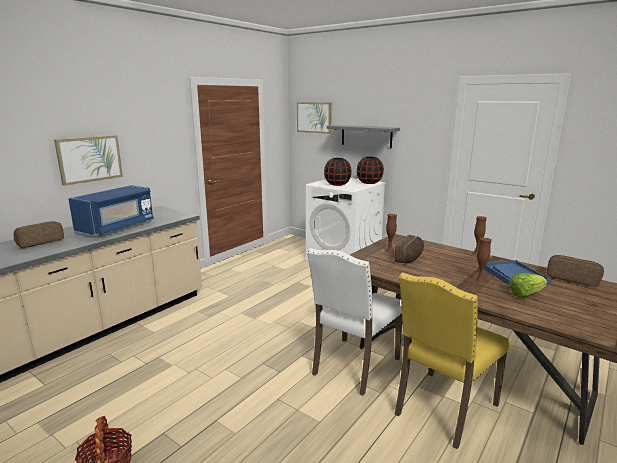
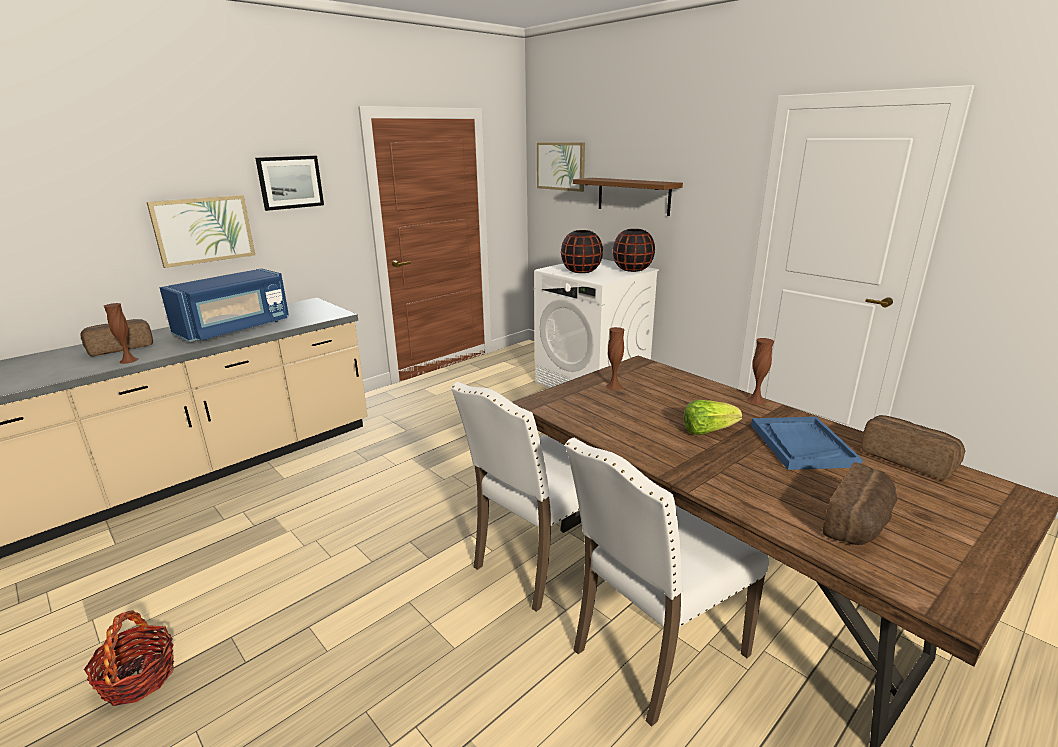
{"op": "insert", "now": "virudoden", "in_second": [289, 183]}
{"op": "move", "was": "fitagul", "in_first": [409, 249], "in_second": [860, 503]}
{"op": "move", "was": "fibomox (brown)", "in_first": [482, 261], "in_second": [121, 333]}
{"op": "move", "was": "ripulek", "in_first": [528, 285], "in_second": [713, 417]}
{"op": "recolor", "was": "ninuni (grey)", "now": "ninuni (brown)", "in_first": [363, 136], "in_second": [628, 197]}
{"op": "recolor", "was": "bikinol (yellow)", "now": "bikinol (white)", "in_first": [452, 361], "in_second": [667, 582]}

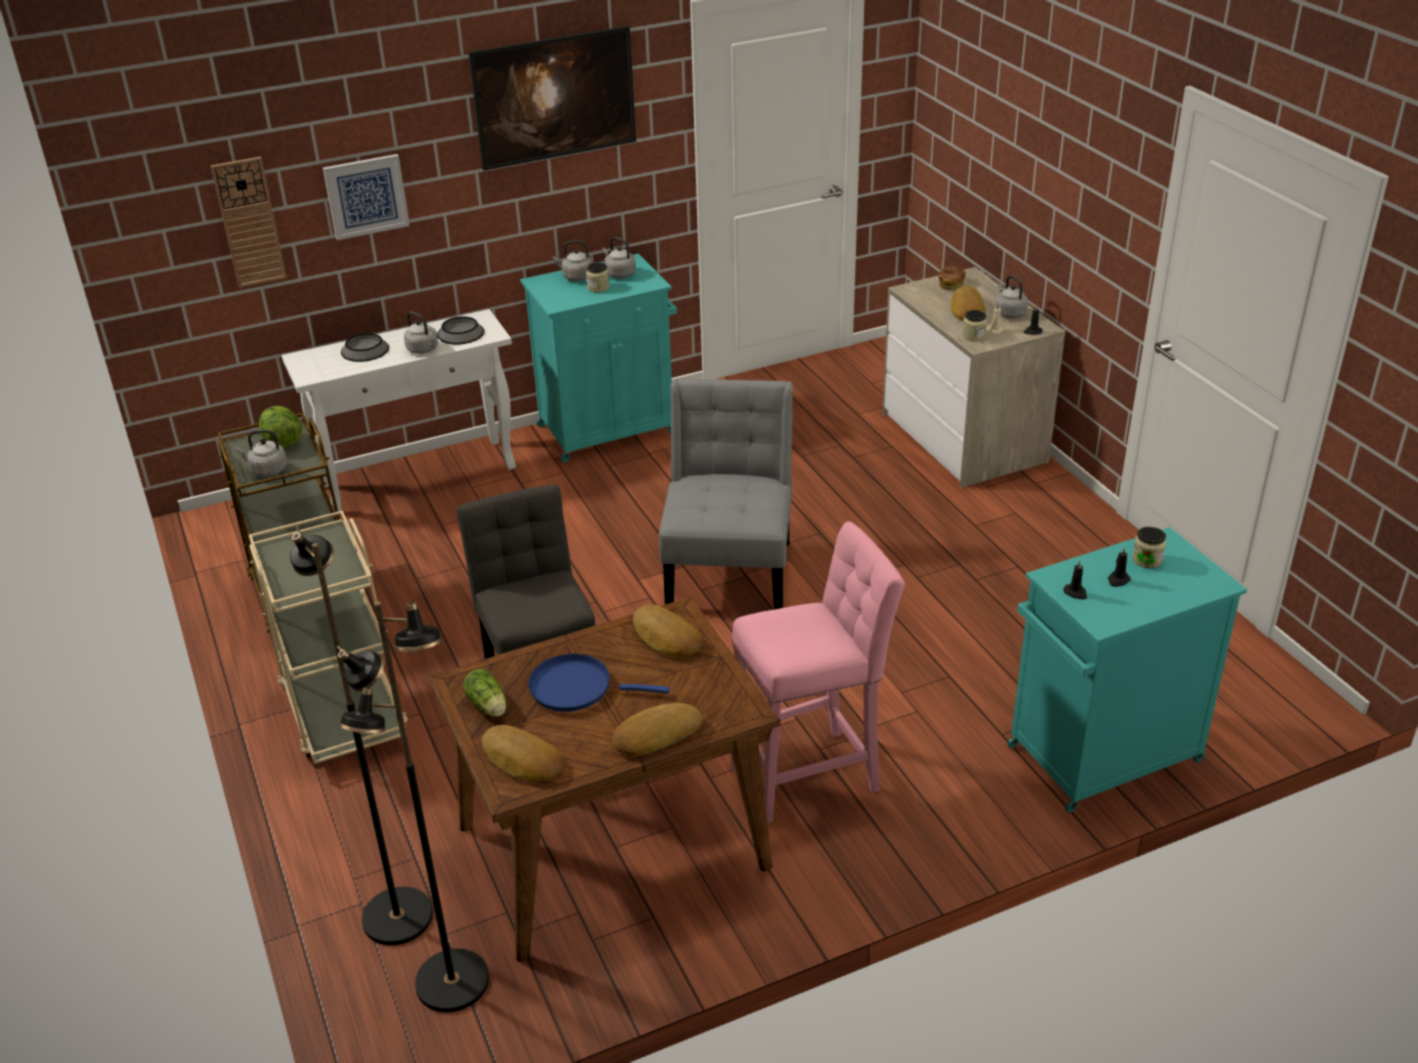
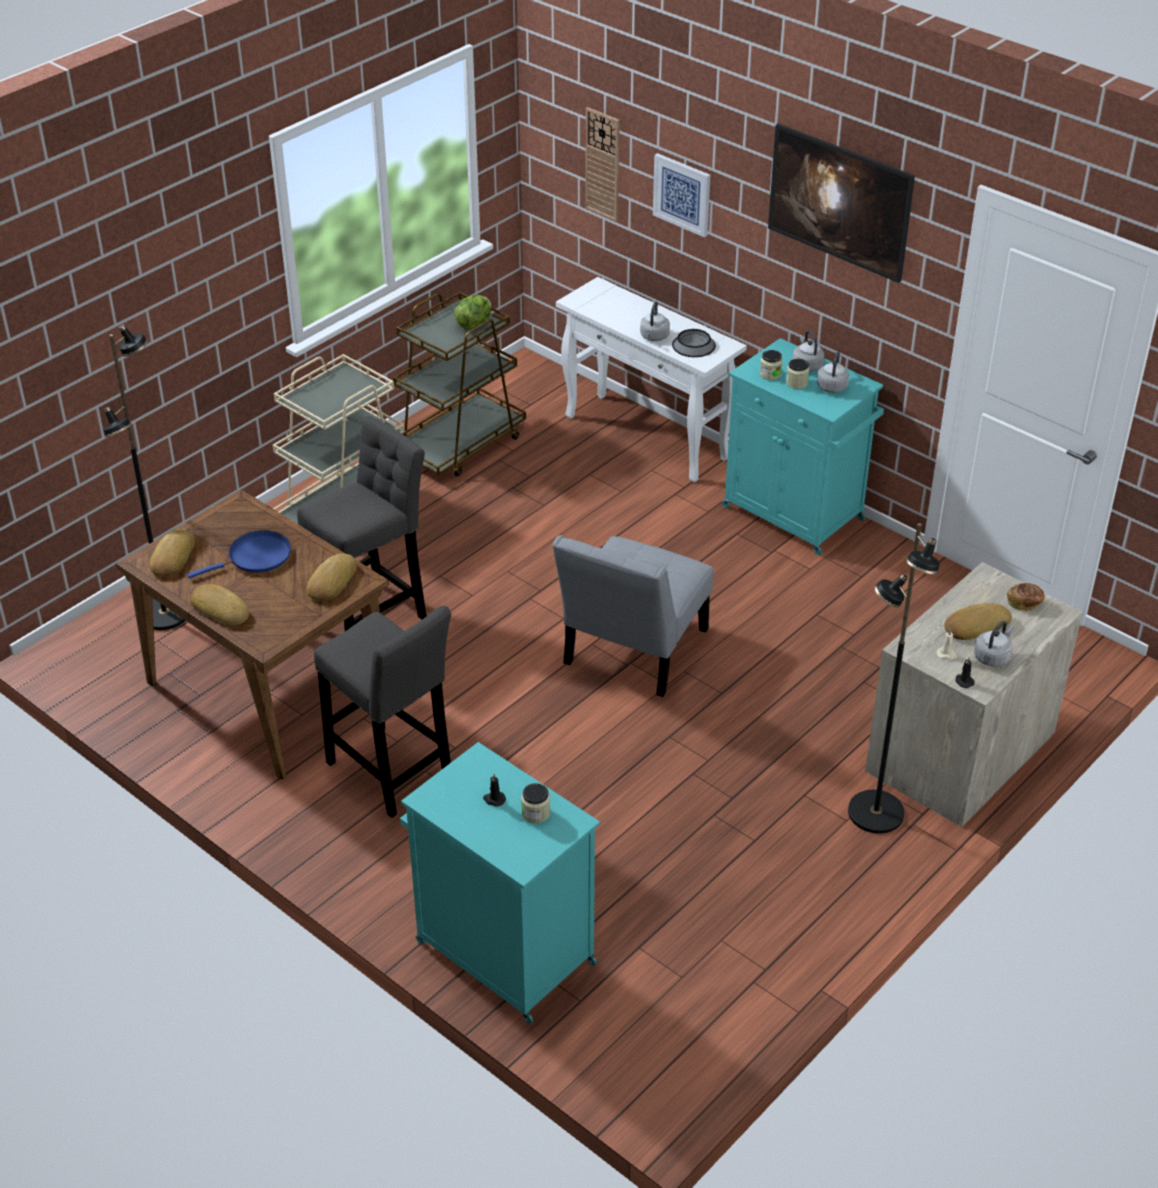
{"op": "delete", "was": "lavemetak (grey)", "in_first": [261, 453]}
{"op": "delete", "was": "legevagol", "in_first": [365, 347]}
{"op": "delete", "was": "ripulek", "in_first": [484, 693]}
{"op": "delete", "was": "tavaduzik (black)", "in_first": [1075, 579]}
{"op": "move", "was": "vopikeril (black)", "in_first": [414, 806], "in_second": [894, 678]}
{"op": "move", "was": "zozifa", "in_first": [974, 326], "in_second": [771, 365]}
{"op": "recolor", "was": "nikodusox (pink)", "now": "nikodusox (grey)", "in_first": [818, 672], "in_second": [382, 712]}
{"op": "rotate", "was": "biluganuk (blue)", "in_first": [599, 683], "in_second": [239, 554], "clockwise": 75}
{"op": "rotate", "was": "bikinol (grey)", "in_first": [726, 493], "in_second": [632, 616], "clockwise": 135}

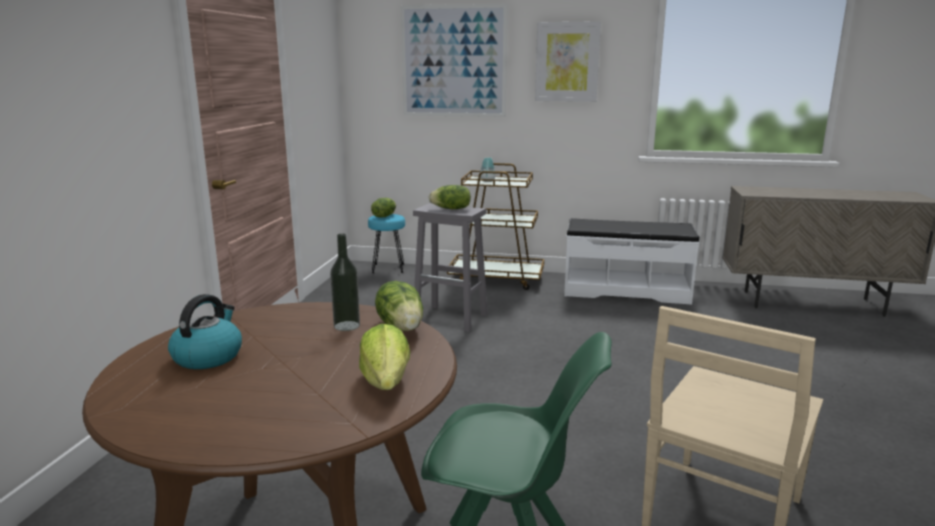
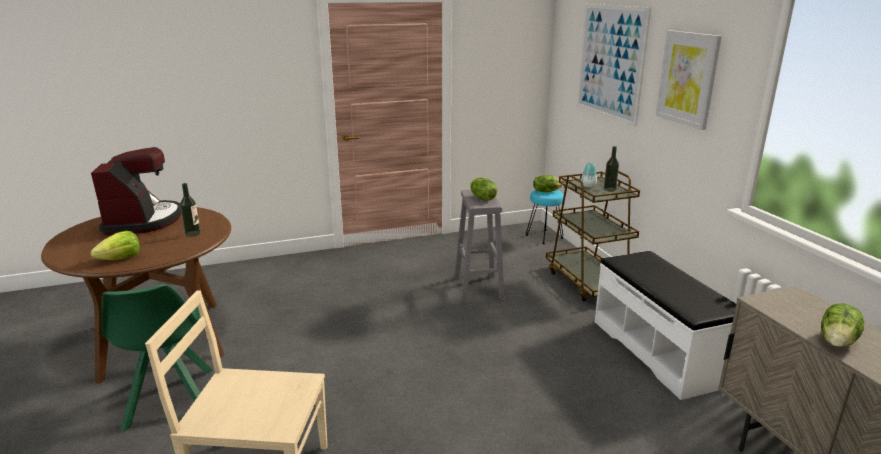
{"op": "insert", "now": "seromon", "in_second": [611, 169]}
{"op": "move", "was": "ripulek", "in_first": [399, 306], "in_second": [842, 325]}
{"op": "replace", "was": "lavemetak", "now": "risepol", "in_first": [205, 331], "in_second": [136, 191]}

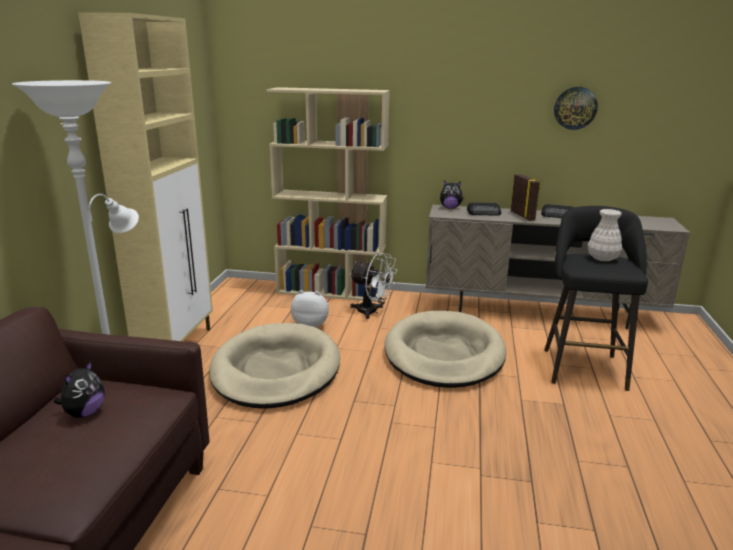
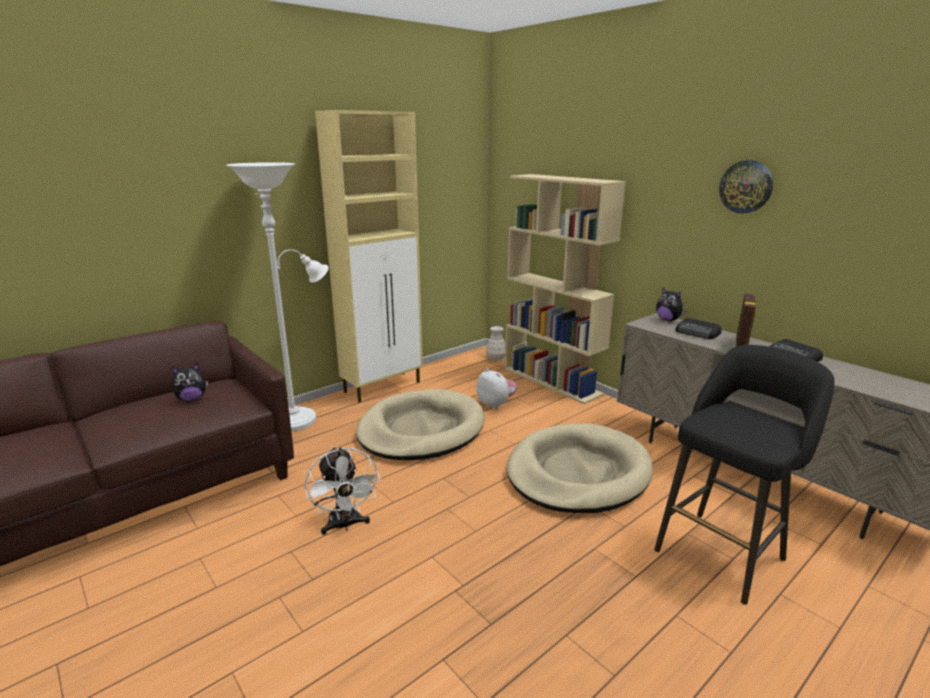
{"op": "move", "was": "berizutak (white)", "in_first": [373, 286], "in_second": [342, 491]}
{"op": "move", "was": "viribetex", "in_first": [576, 108], "in_second": [746, 187]}
{"op": "move", "was": "fibomox (white)", "in_first": [605, 235], "in_second": [495, 343]}

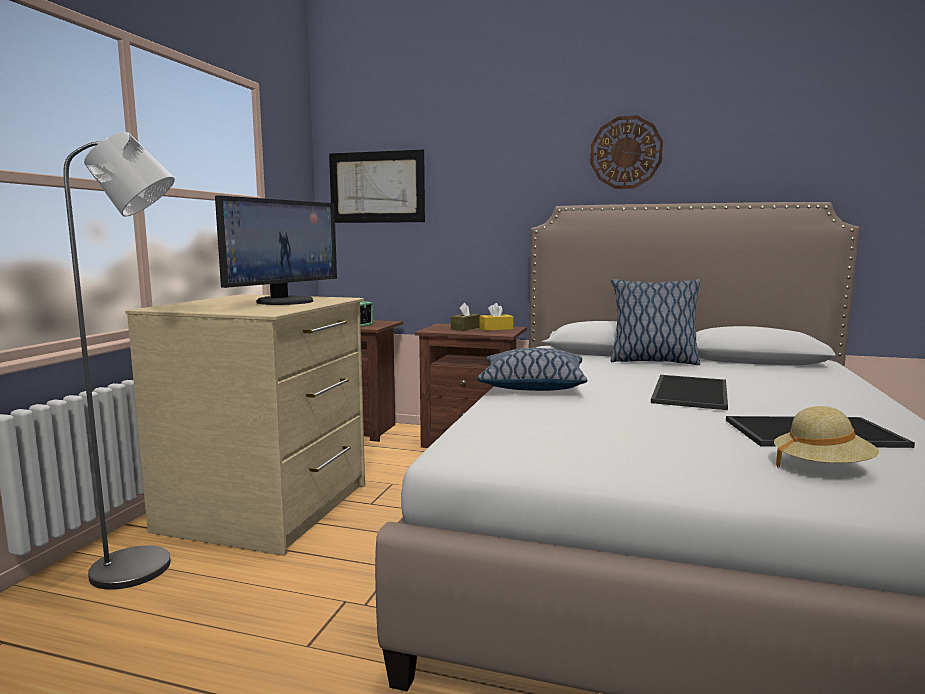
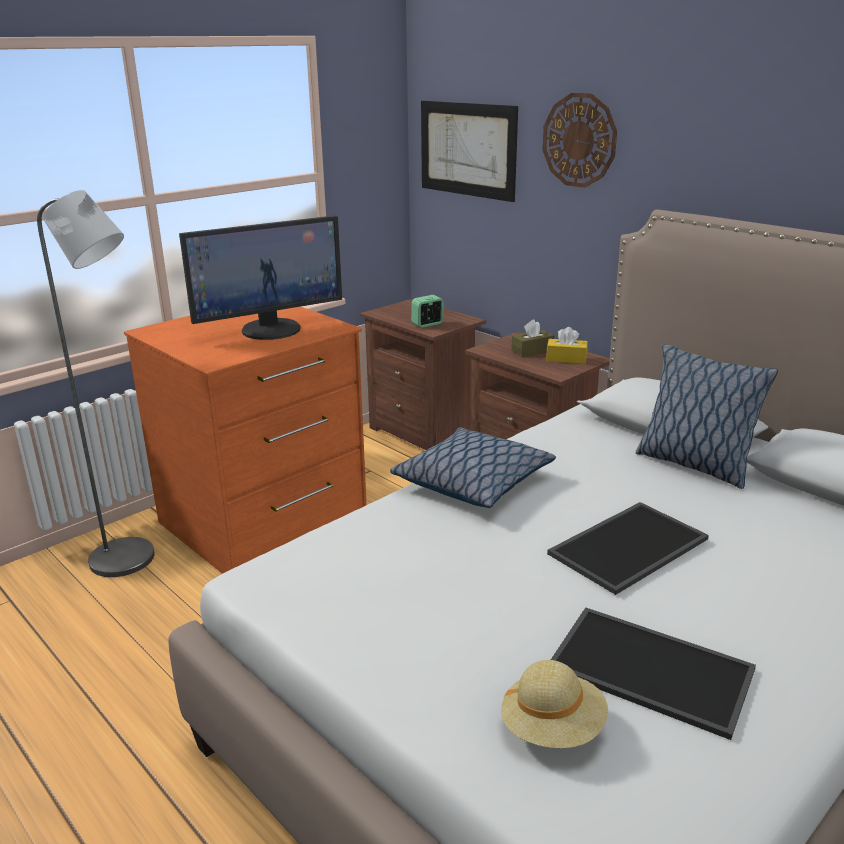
{"op": "move", "was": "viribetex", "in_first": [626, 152], "in_second": [579, 140]}
{"op": "recolor", "was": "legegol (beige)", "now": "legegol (orange)", "in_first": [245, 425], "in_second": [245, 440]}

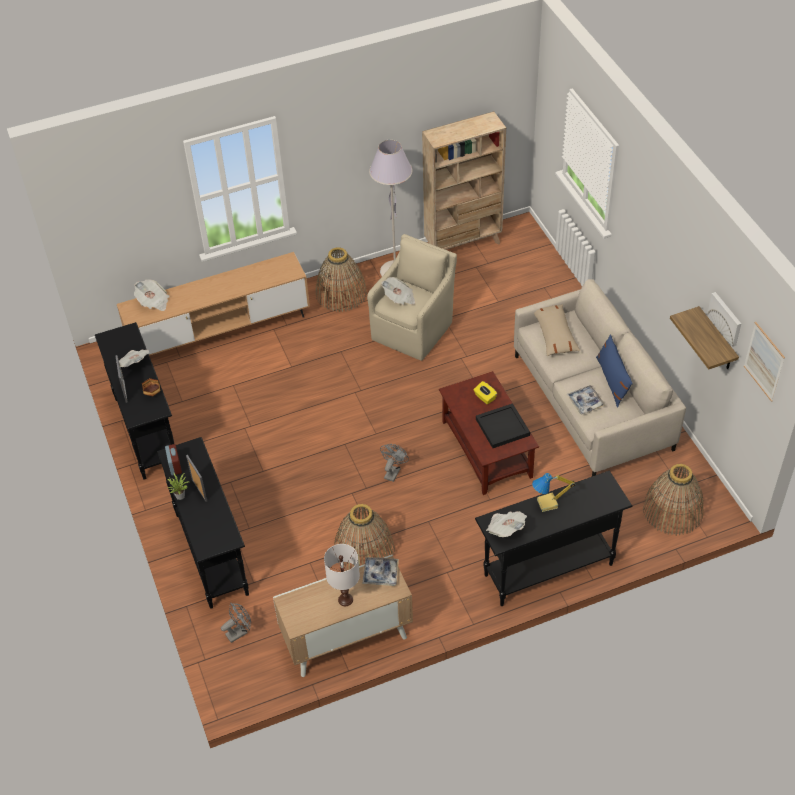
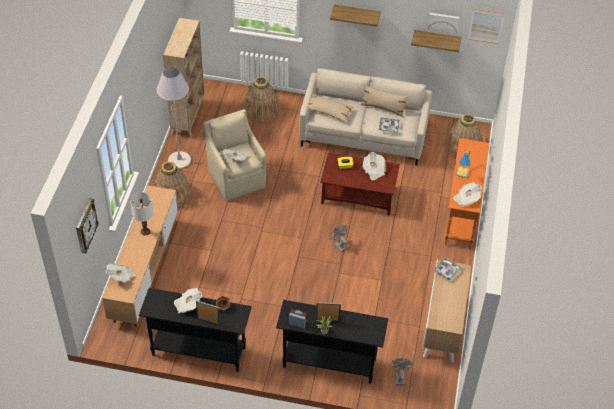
{"op": "insert", "now": "viribetex", "in_second": [87, 225]}
{"op": "insert", "now": "ninuni", "in_second": [355, 16]}
{"op": "move", "was": "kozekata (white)", "in_first": [342, 575], "in_second": [142, 213]}
{"op": "move", "was": "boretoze", "in_first": [364, 537], "in_second": [261, 100]}
{"op": "replace", "was": "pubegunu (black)", "now": "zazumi", "in_first": [503, 425], "in_second": [373, 166]}
{"op": "recolor", "was": "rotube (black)", "now": "rotube (orange)", "in_first": [553, 538], "in_second": [467, 193]}
{"op": "recolor", "was": "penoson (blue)", "now": "penoson (beige)", "in_first": [614, 370], "in_second": [384, 101]}

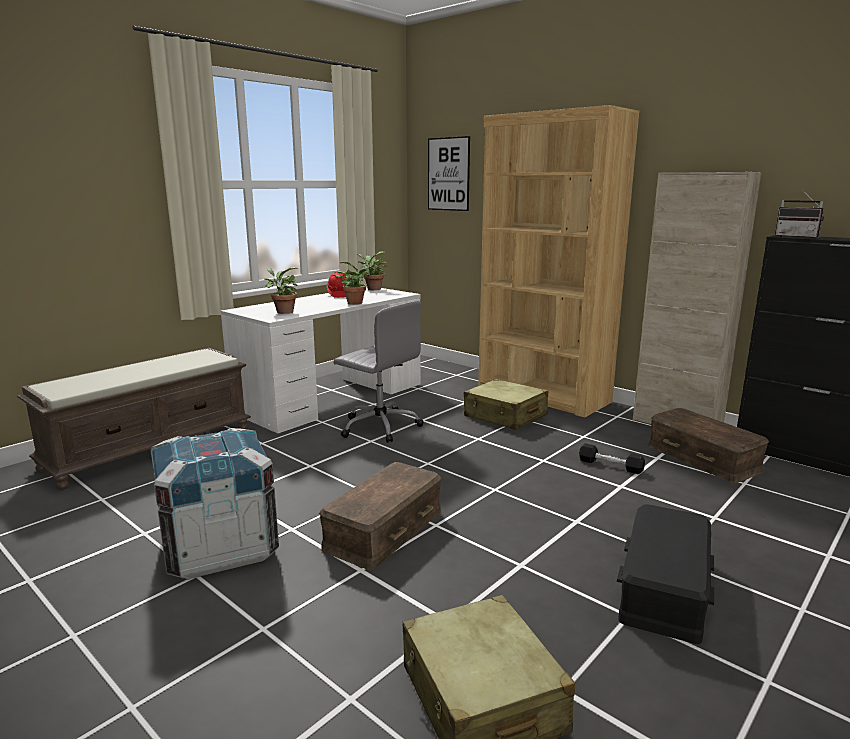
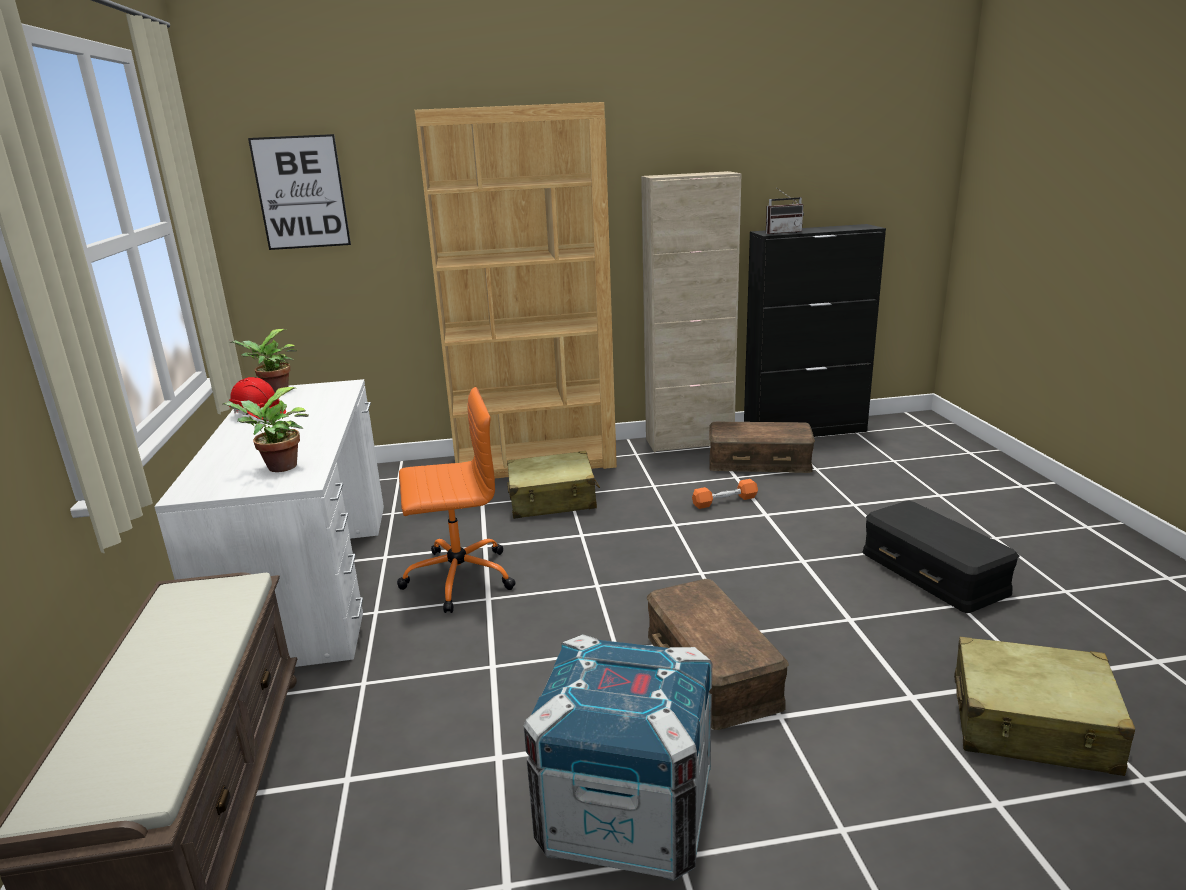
{"op": "delete", "was": "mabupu", "in_first": [356, 283]}
{"op": "recolor", "was": "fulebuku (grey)", "now": "fulebuku (orange)", "in_first": [378, 372], "in_second": [456, 500]}
{"op": "recolor", "was": "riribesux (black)", "now": "riribesux (orange)", "in_first": [612, 458], "in_second": [725, 494]}

